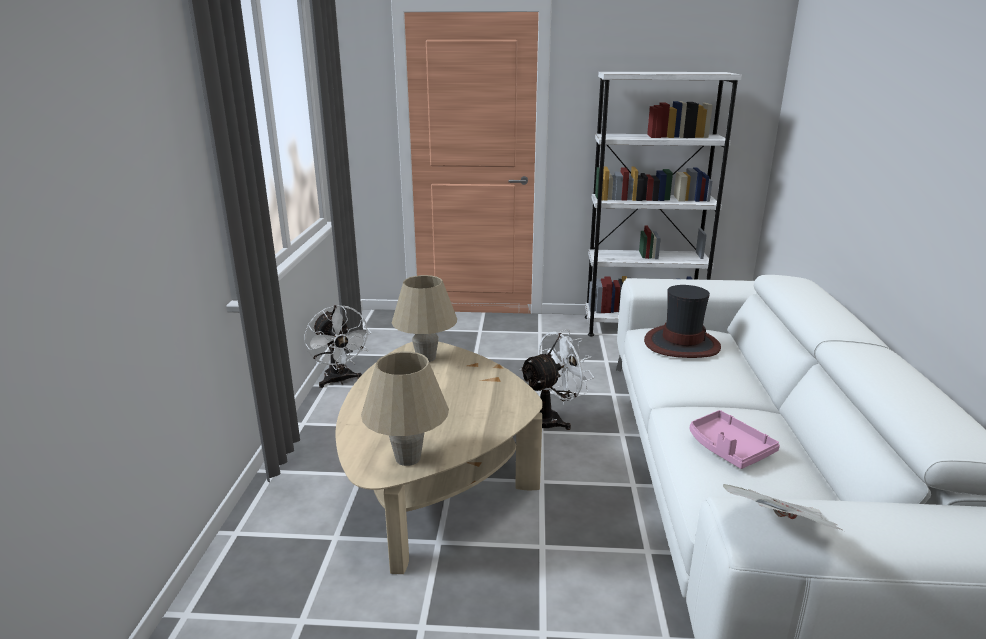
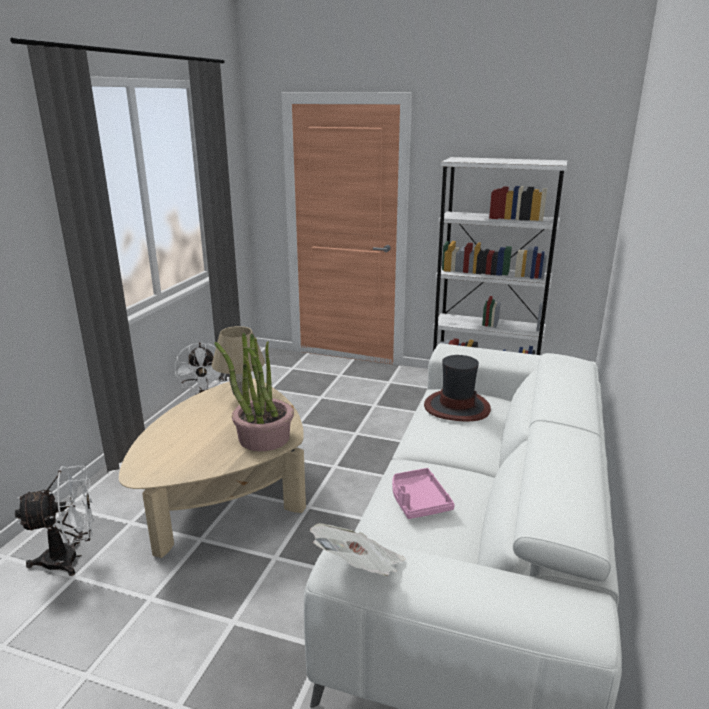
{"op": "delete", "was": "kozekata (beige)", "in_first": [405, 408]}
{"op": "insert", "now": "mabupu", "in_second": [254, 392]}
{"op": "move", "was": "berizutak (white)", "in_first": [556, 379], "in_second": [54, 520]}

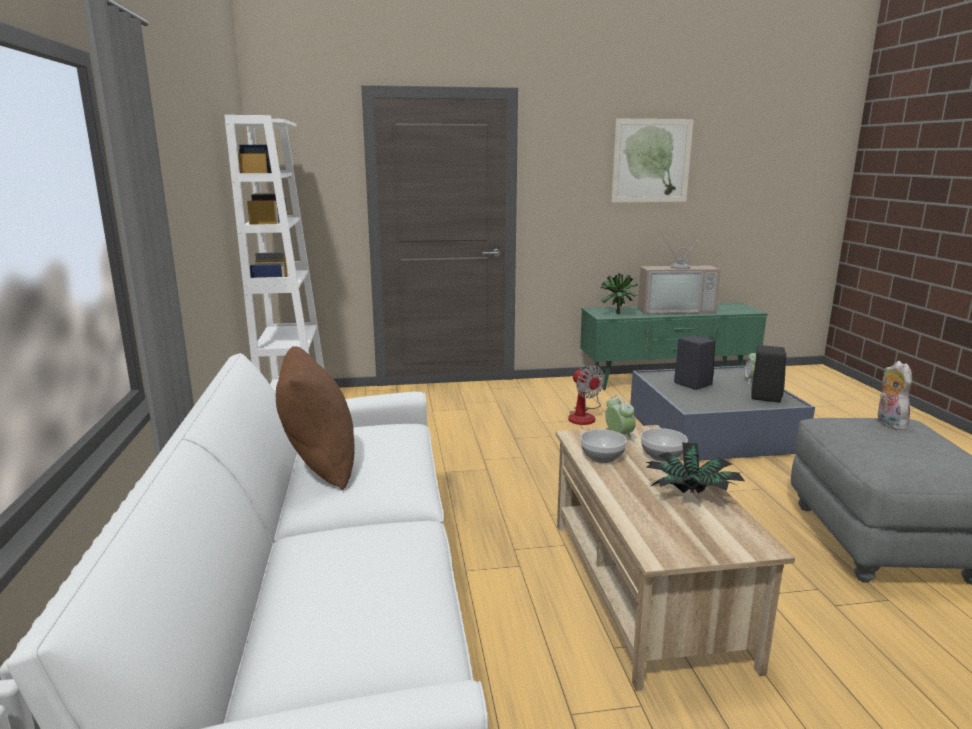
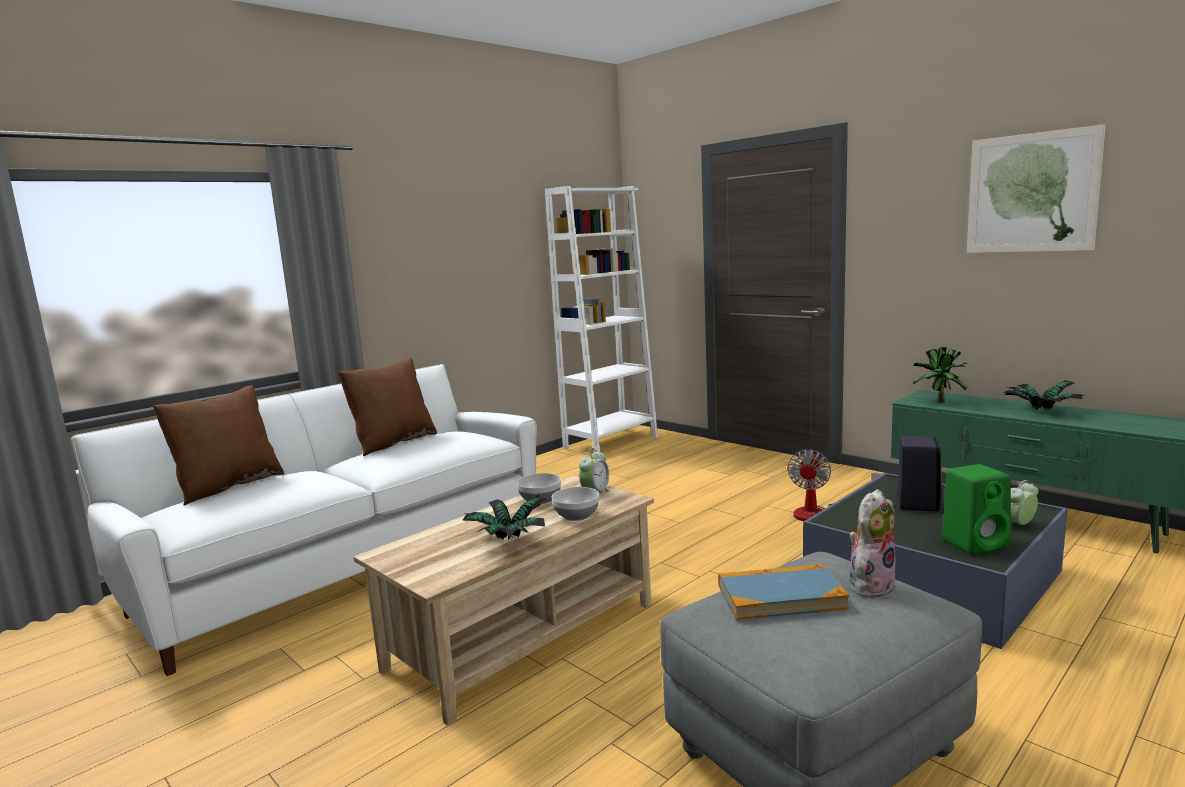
{"op": "insert", "now": "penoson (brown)", "in_second": [218, 445]}
{"op": "insert", "now": "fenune", "in_second": [783, 592]}
{"op": "replace", "was": "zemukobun", "now": "mabupu", "in_first": [679, 272], "in_second": [1043, 395]}
{"op": "recolor", "was": "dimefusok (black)", "now": "dimefusok (green)", "in_first": [768, 373], "in_second": [976, 509]}

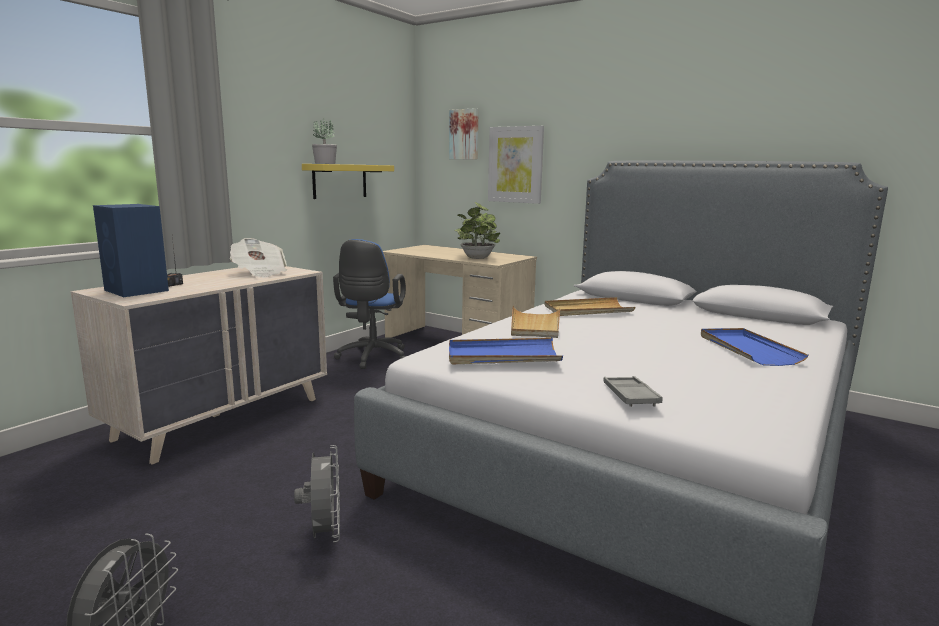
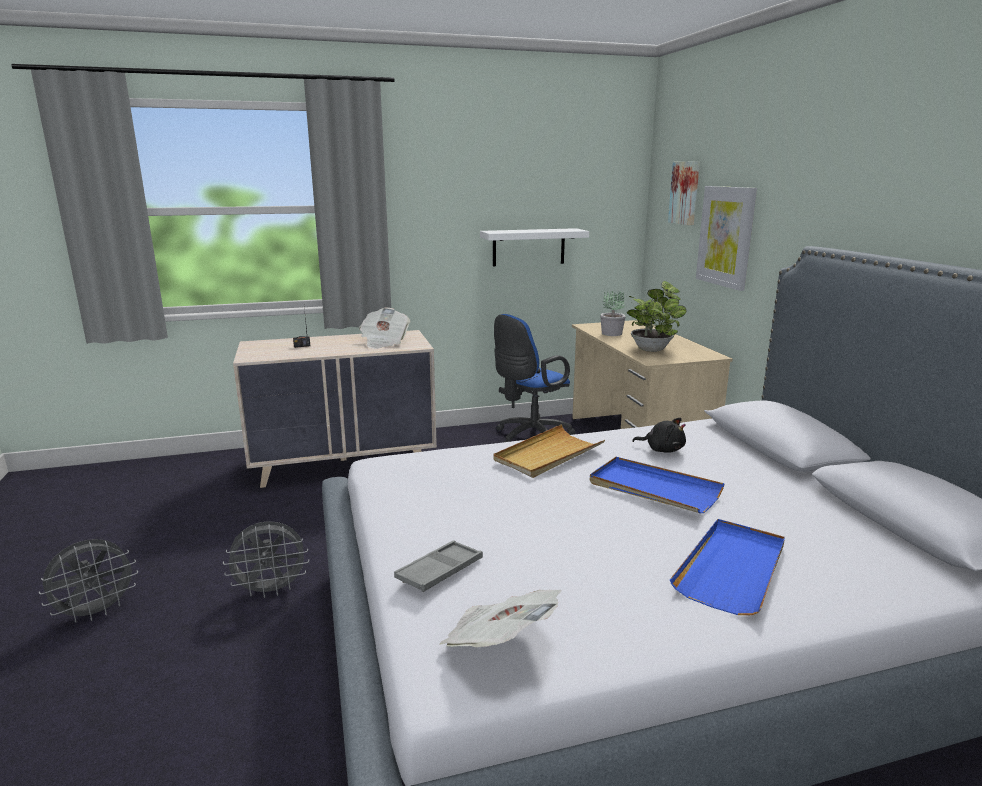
{"op": "delete", "was": "dimefusok (blue)", "in_first": [131, 250]}
{"op": "insert", "now": "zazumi", "in_second": [500, 618]}
{"op": "move", "was": "mabupu", "in_first": [324, 141], "in_second": [613, 313]}
{"op": "move", "was": "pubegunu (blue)", "in_first": [506, 351], "in_second": [657, 485]}
{"op": "replace", "was": "pubegunu (beige)", "now": "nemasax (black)", "in_first": [590, 306], "in_second": [659, 435]}
{"op": "recolor", "was": "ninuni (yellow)", "now": "ninuni (white)", "in_first": [348, 181], "in_second": [534, 247]}
{"op": "rotate", "was": "berizutak (grey)", "in_first": [317, 493], "in_second": [266, 559], "clockwise": 45}

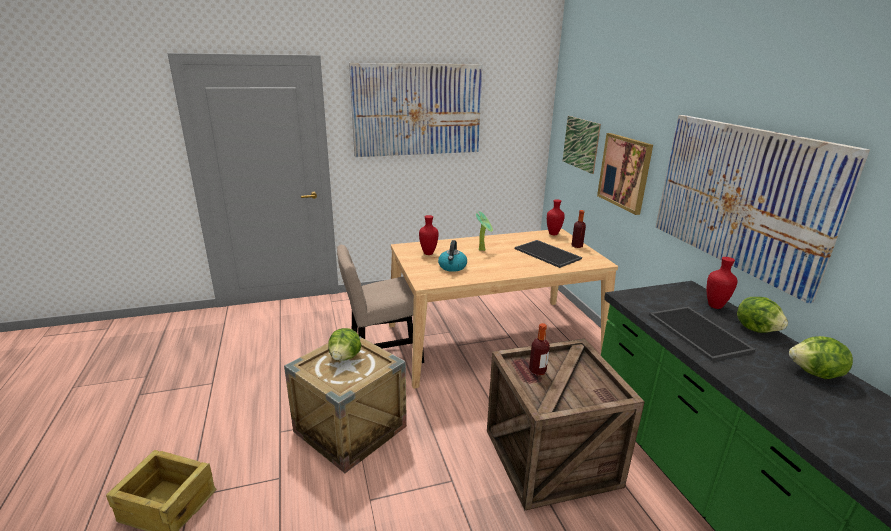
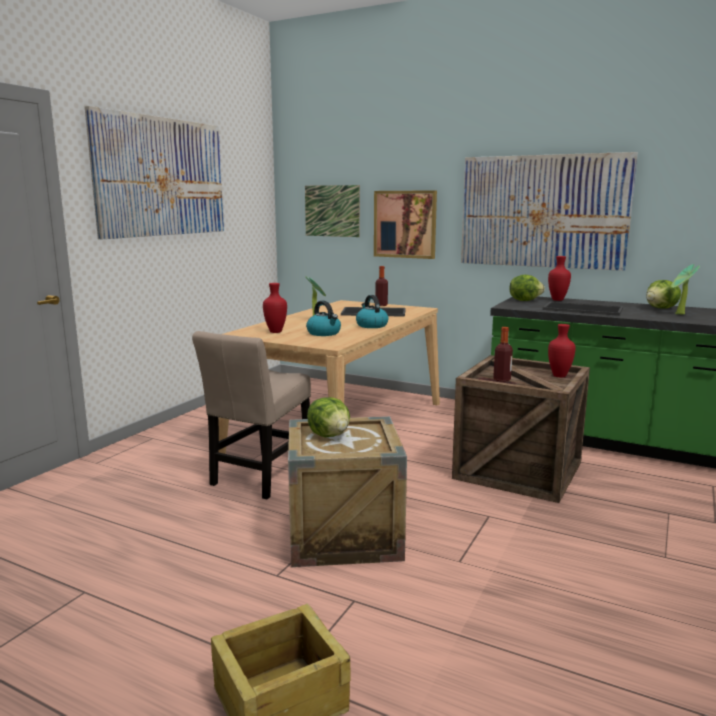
{"op": "insert", "now": "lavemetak", "in_second": [372, 311]}
{"op": "insert", "now": "mabupu", "in_second": [685, 289]}
{"op": "move", "was": "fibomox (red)", "in_first": [556, 217], "in_second": [562, 350]}
{"op": "move", "was": "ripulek", "in_first": [762, 315], "in_second": [527, 288]}

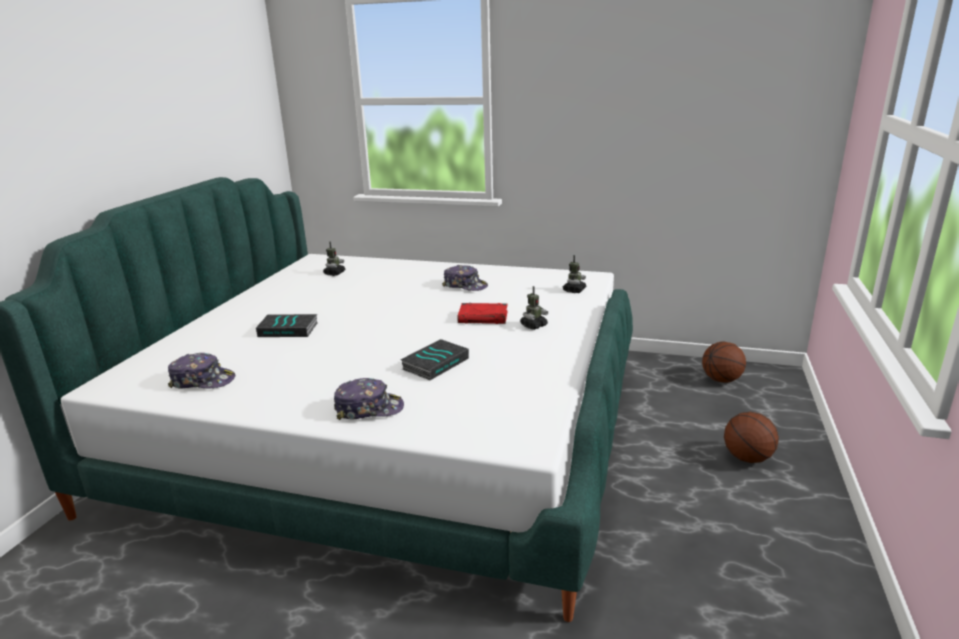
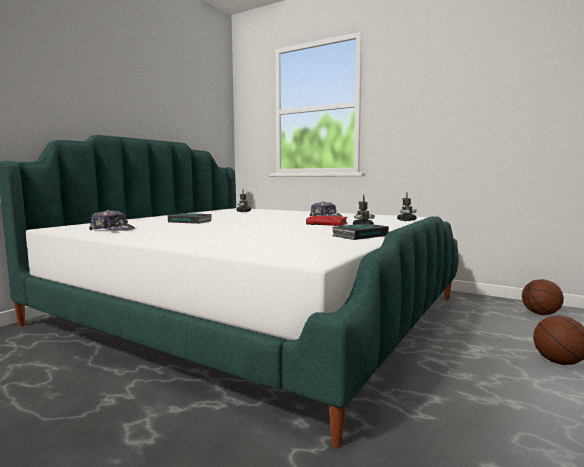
{"op": "delete", "was": "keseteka", "in_first": [369, 399]}
{"op": "move", "was": "fenune", "in_first": [434, 359], "in_second": [360, 232]}

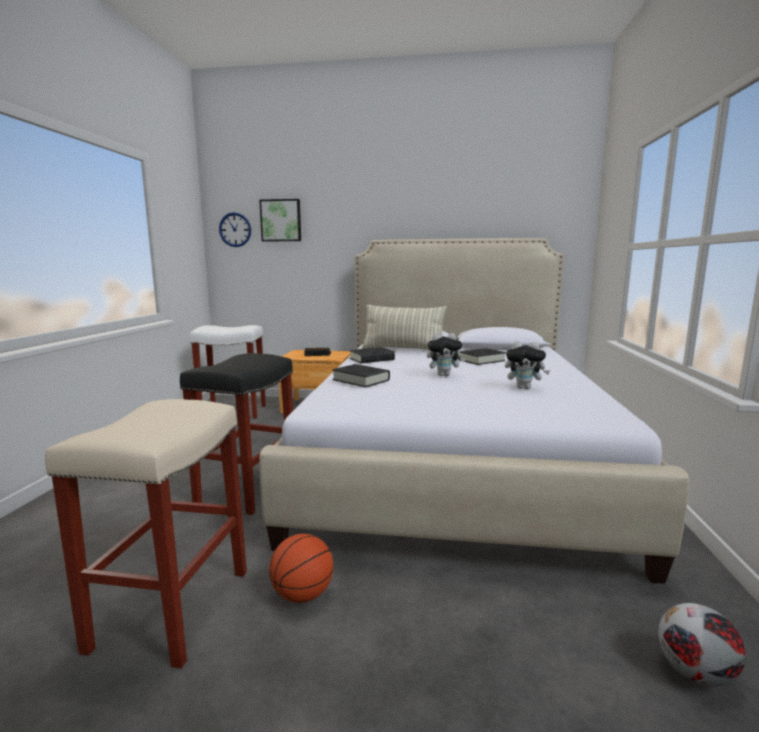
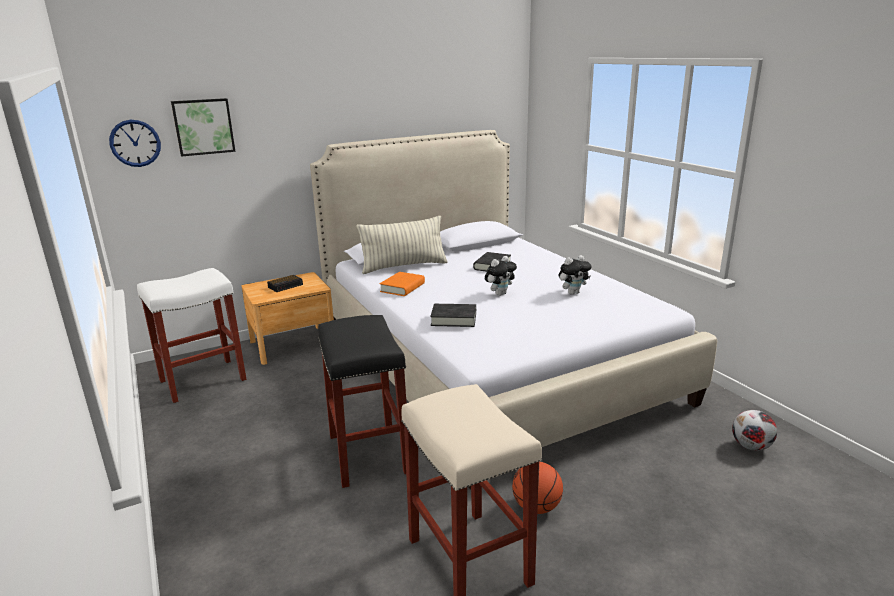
{"op": "recolor", "was": "fenune (black)", "now": "fenune (orange)", "in_first": [372, 355], "in_second": [402, 284]}

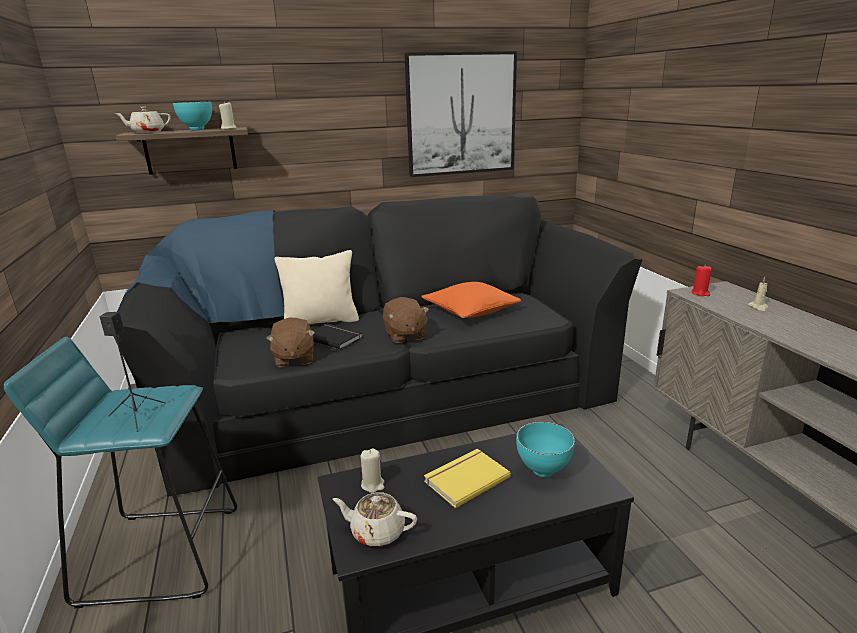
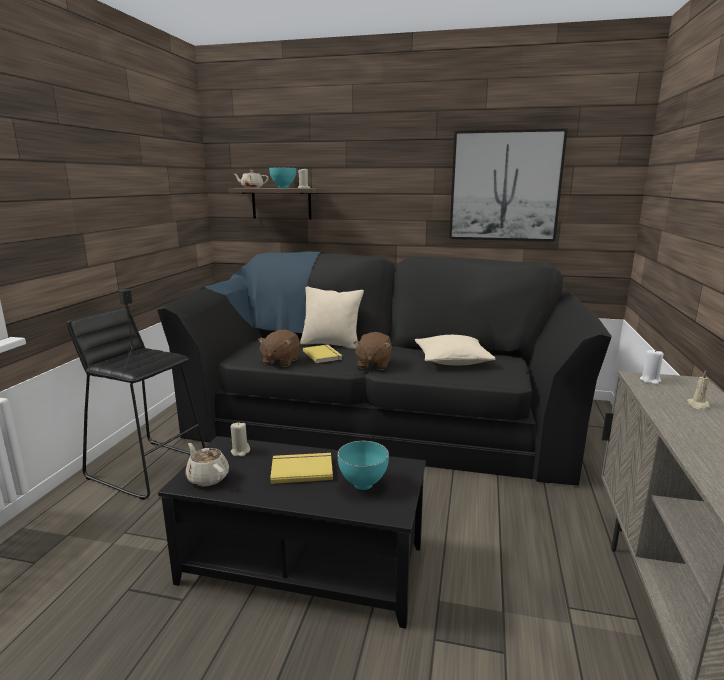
{"op": "recolor", "was": "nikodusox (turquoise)", "now": "nikodusox (black)", "in_first": [120, 472], "in_second": [136, 403]}
{"op": "recolor", "was": "fenune (black)", "now": "fenune (yellow)", "in_first": [337, 336], "in_second": [322, 353]}
{"op": "recolor", "was": "penoson (orange)", "now": "penoson (beige)", "in_first": [471, 300], "in_second": [455, 350]}
{"op": "recolor", "was": "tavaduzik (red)", "now": "tavaduzik (white)", "in_first": [701, 281], "in_second": [652, 367]}

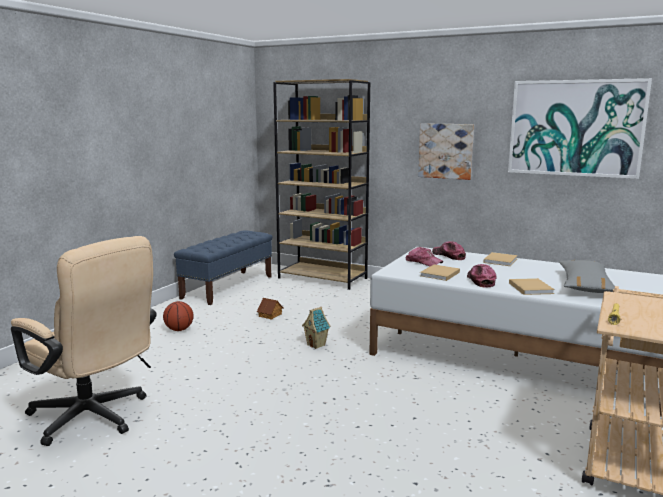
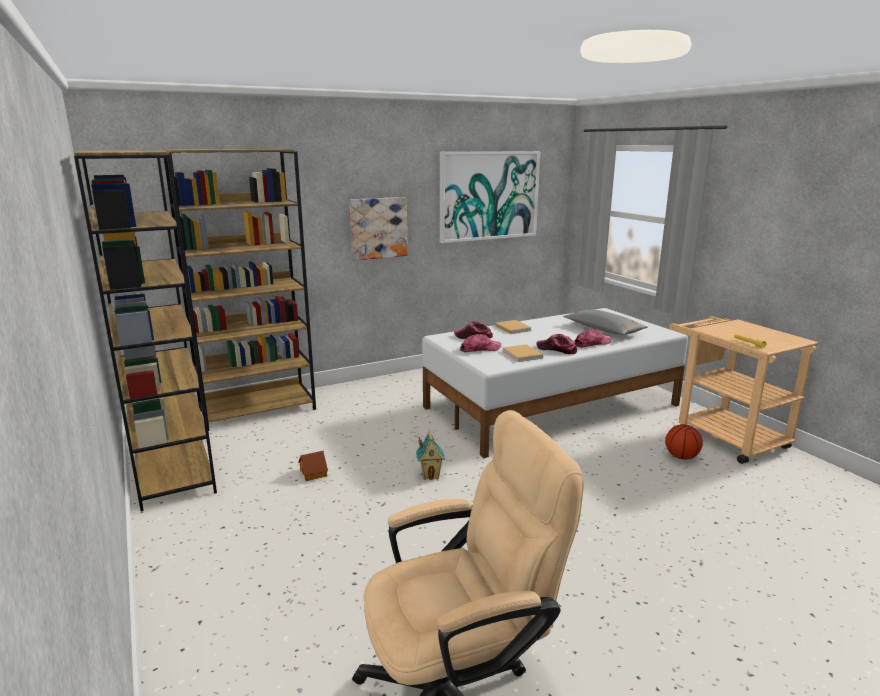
{"op": "move", "was": "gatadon", "in_first": [178, 316], "in_second": [684, 442]}
{"op": "replace", "was": "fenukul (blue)", "now": "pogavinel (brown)", "in_first": [223, 267], "in_second": [145, 330]}
{"op": "replace", "was": "fenune (beige)", "now": "keseteka", "in_first": [532, 286], "in_second": [592, 338]}

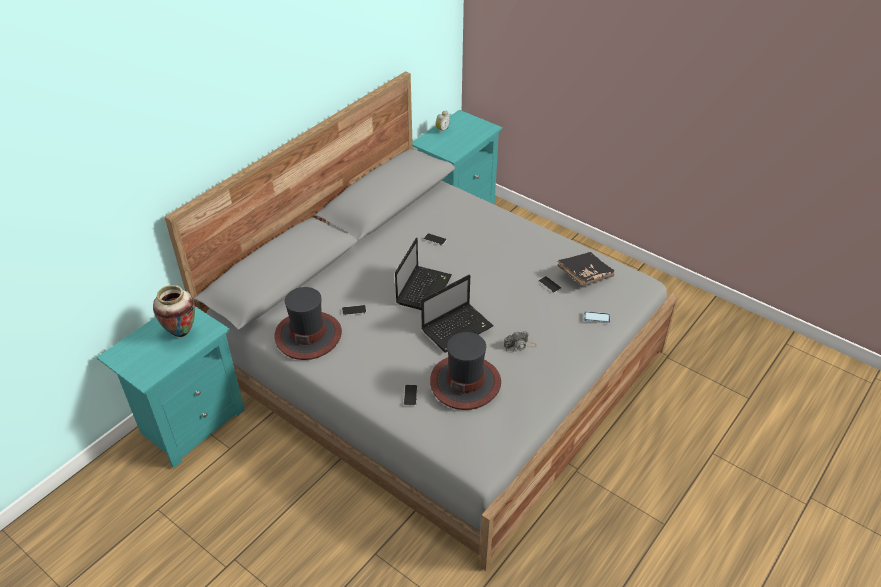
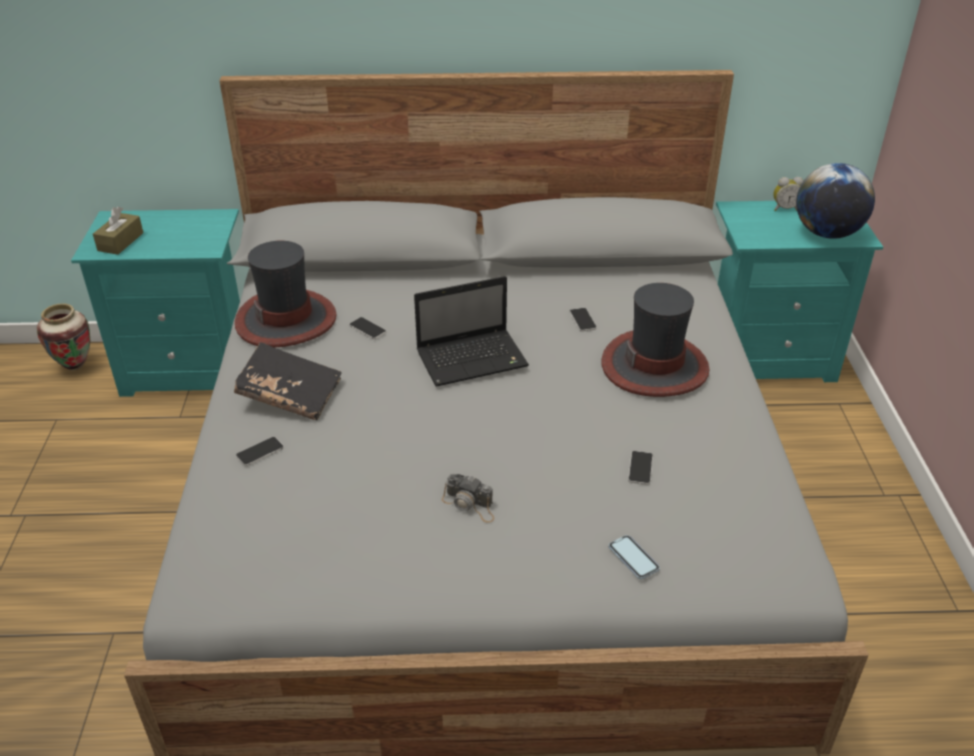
{"op": "delete", "was": "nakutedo", "in_first": [457, 314]}
{"op": "insert", "now": "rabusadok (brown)", "in_second": [118, 230]}
{"op": "insert", "now": "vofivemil", "in_second": [835, 201]}
{"op": "move", "was": "fibomox", "in_first": [174, 311], "in_second": [63, 337]}
{"op": "move", "was": "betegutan", "in_first": [465, 371], "in_second": [655, 340]}
{"op": "move", "was": "fenune (black)", "in_first": [585, 269], "in_second": [288, 381]}

